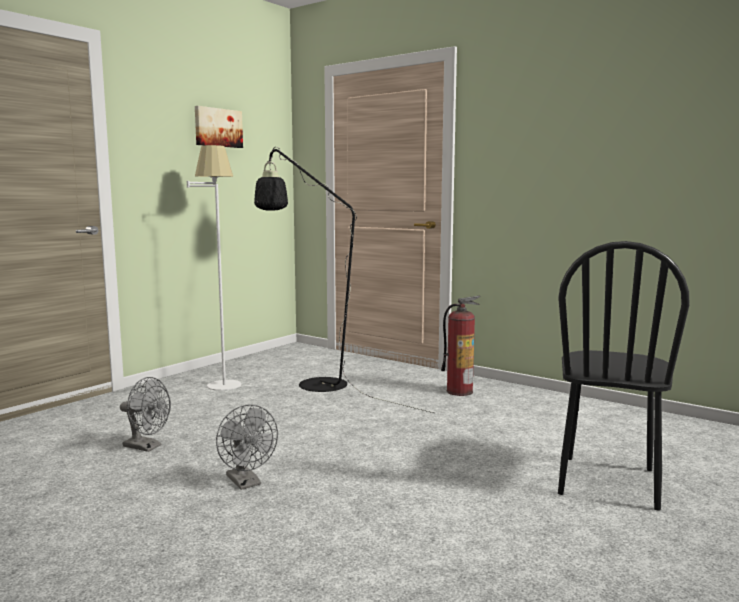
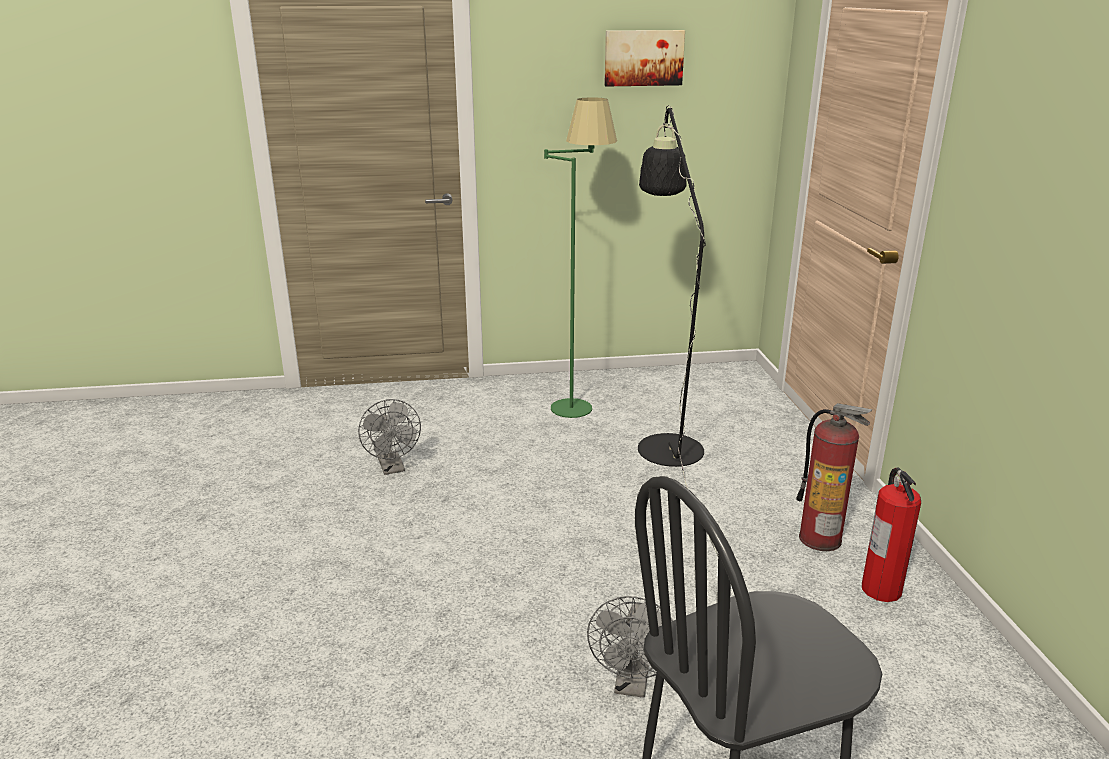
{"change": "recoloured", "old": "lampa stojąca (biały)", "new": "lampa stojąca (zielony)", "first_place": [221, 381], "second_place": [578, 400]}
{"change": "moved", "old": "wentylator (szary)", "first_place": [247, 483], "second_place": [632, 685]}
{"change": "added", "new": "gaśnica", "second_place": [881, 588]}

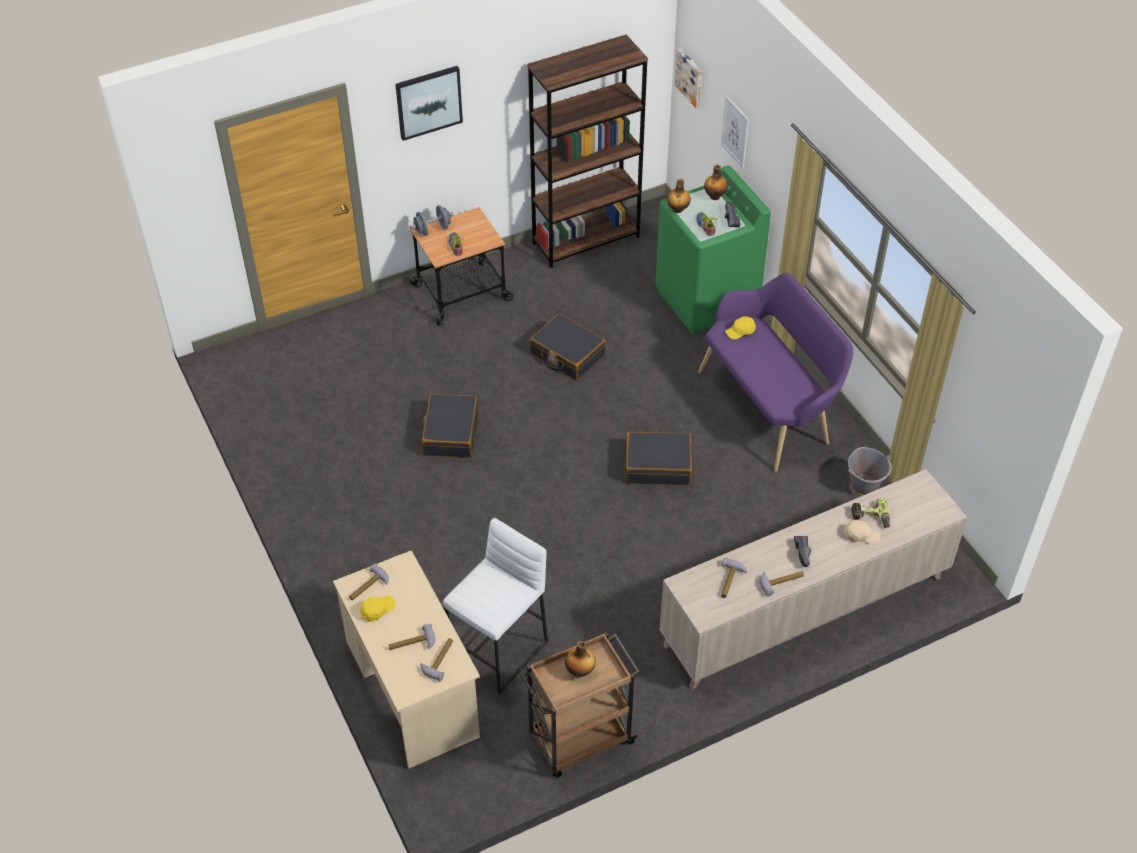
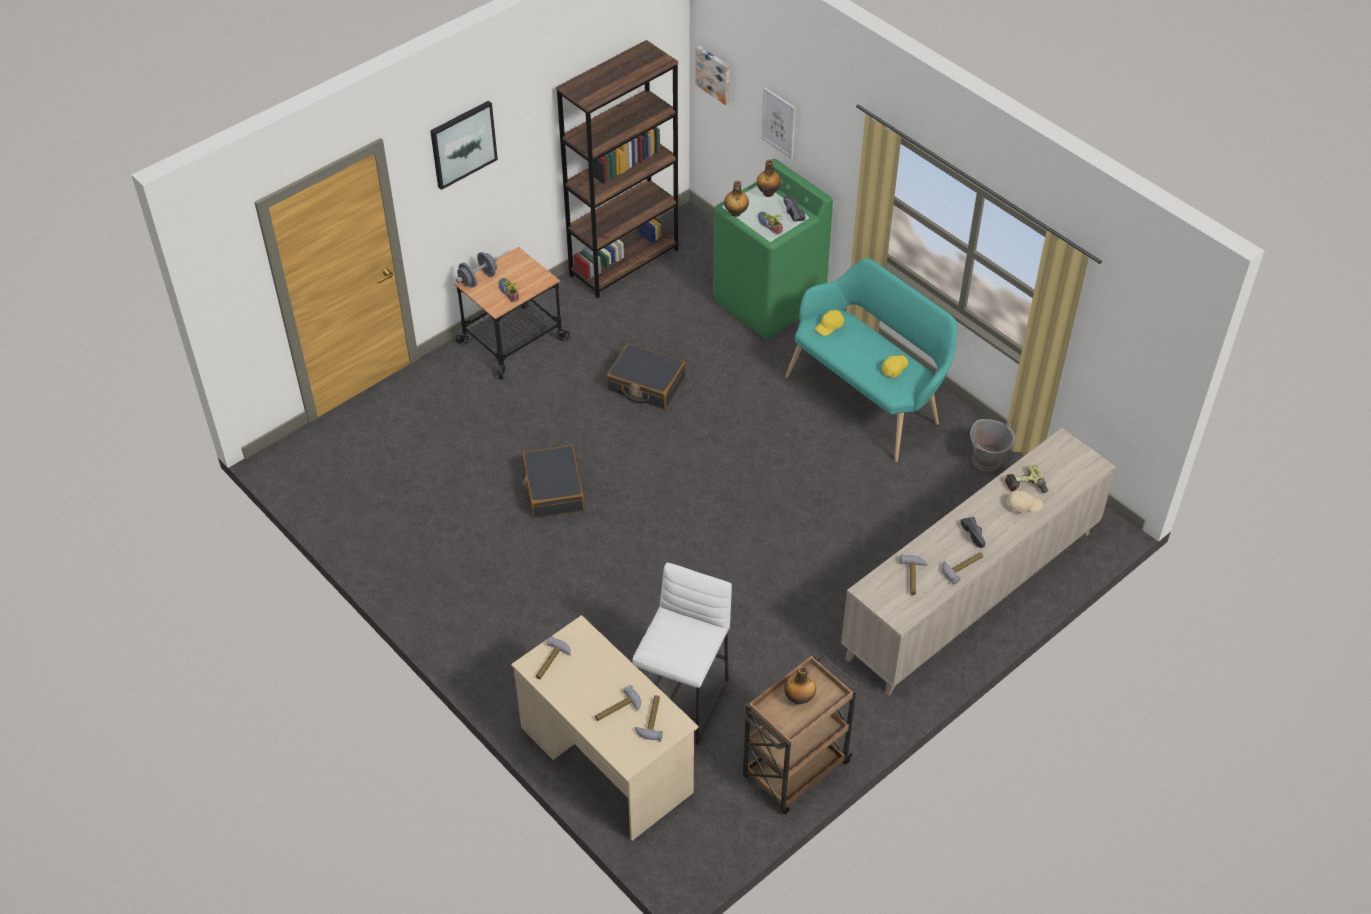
{"change": "recoloured", "old": "ławka (fioletowy)", "new": "ławka (turkusowy)", "first_place": [769, 407], "second_place": [868, 398]}
{"change": "removed", "old": "walizka (czarny)", "first_place": [657, 465]}
{"change": "moved", "old": "czapka z daszkiem (żółty)", "first_place": [377, 610], "second_place": [894, 368]}

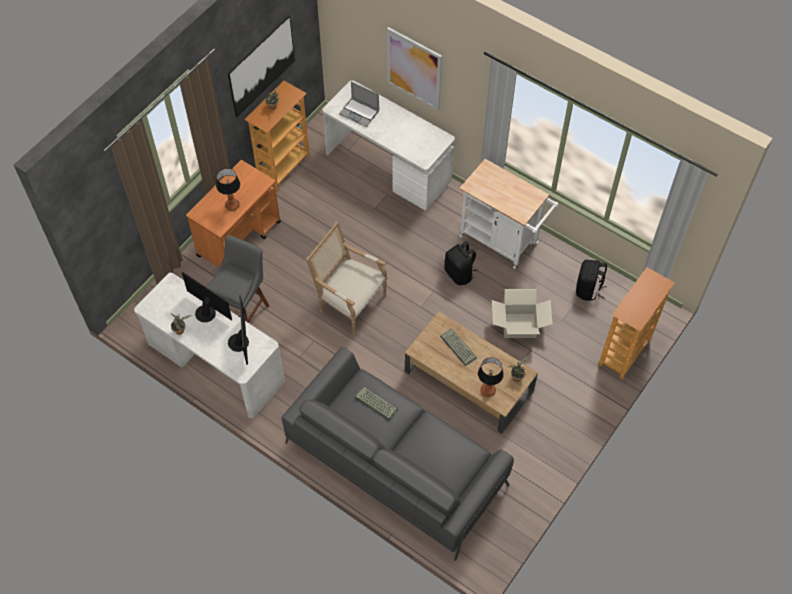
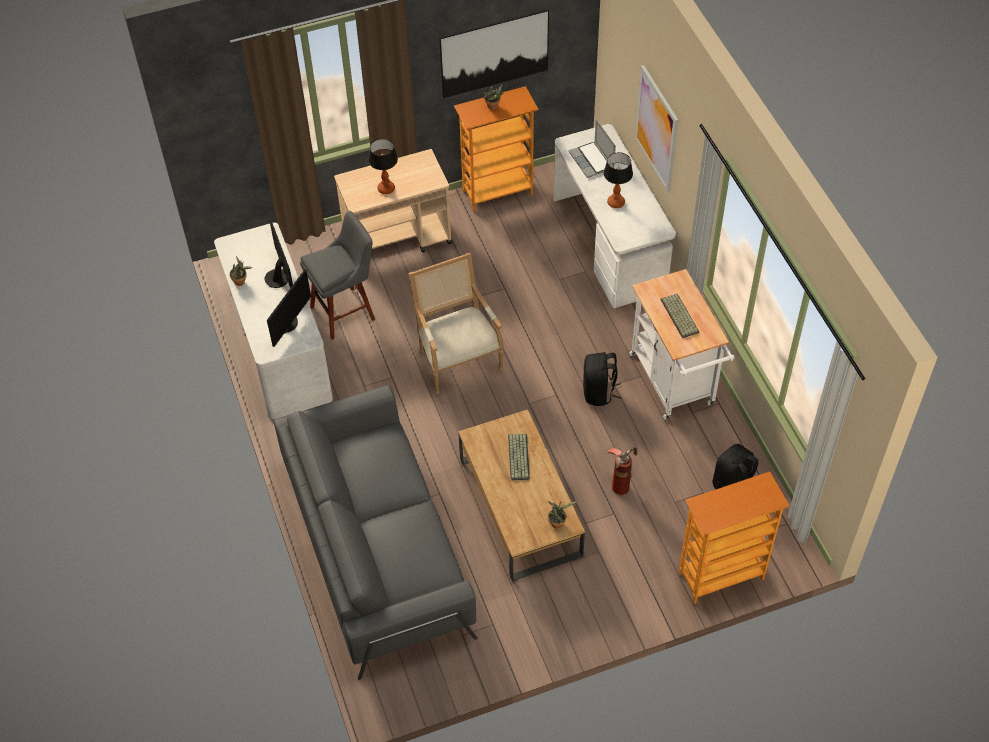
{"change": "recoloured", "old": "wózek (pomarańczowy)", "new": "wózek (beżowy)", "first_place": [239, 238], "second_place": [398, 239]}
{"change": "replaced", "old": "karton", "new": "gaśnica", "first_place": [519, 326], "second_place": [622, 481]}
{"change": "moved", "old": "lampa stołowa", "first_place": [487, 390], "second_place": [615, 202]}
{"change": "moved", "old": "klawiatura", "first_place": [375, 403], "second_place": [678, 316]}

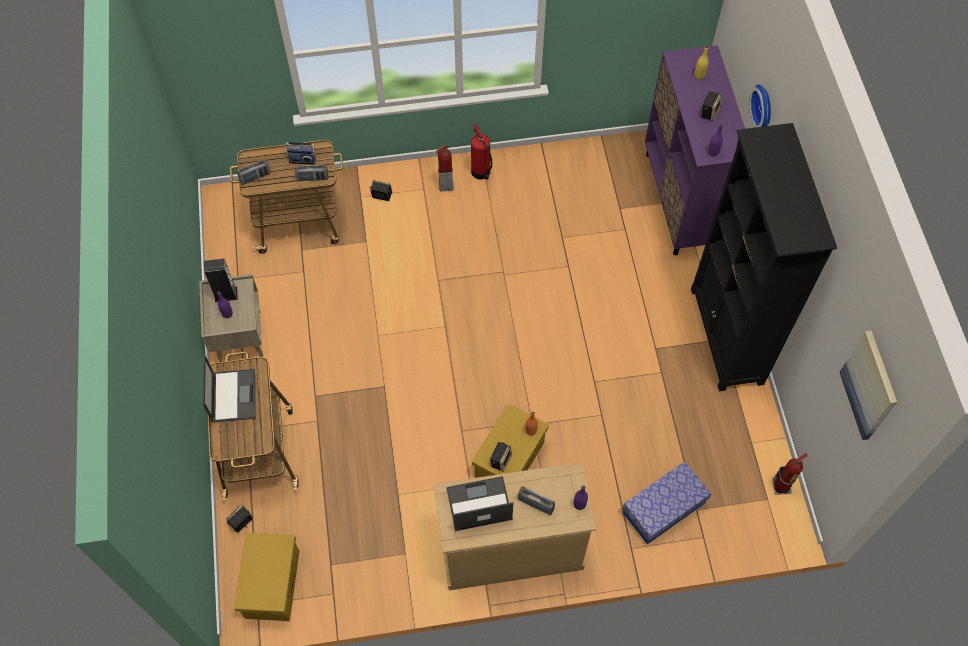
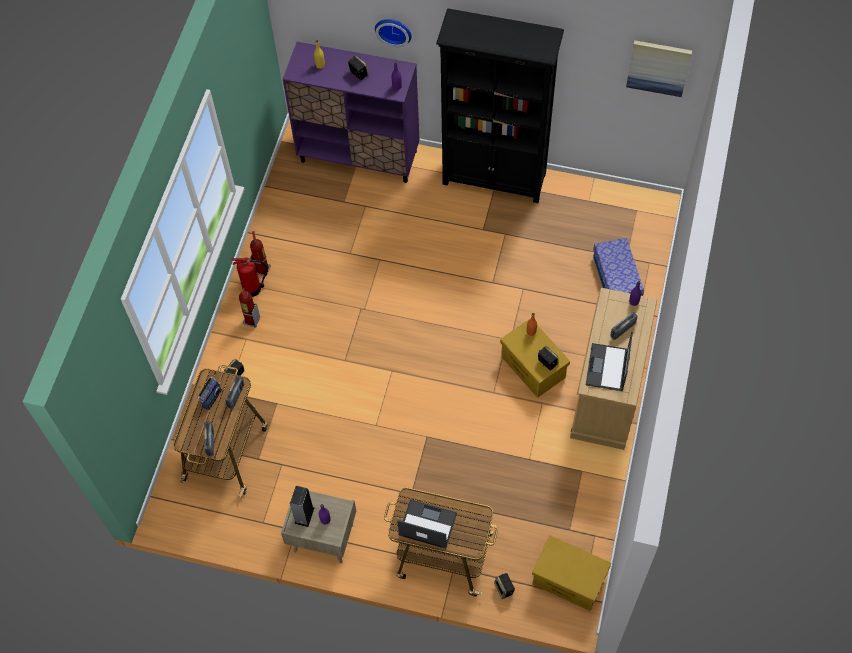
{"change": "moved", "old": "gaśnica", "first_place": [781, 486], "second_place": [262, 269]}

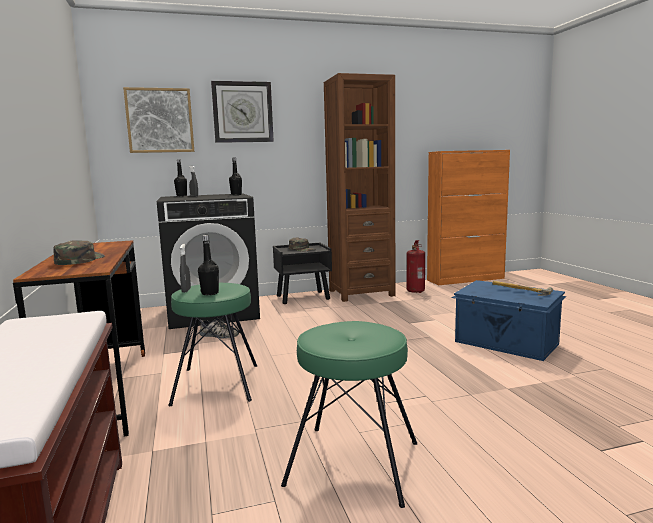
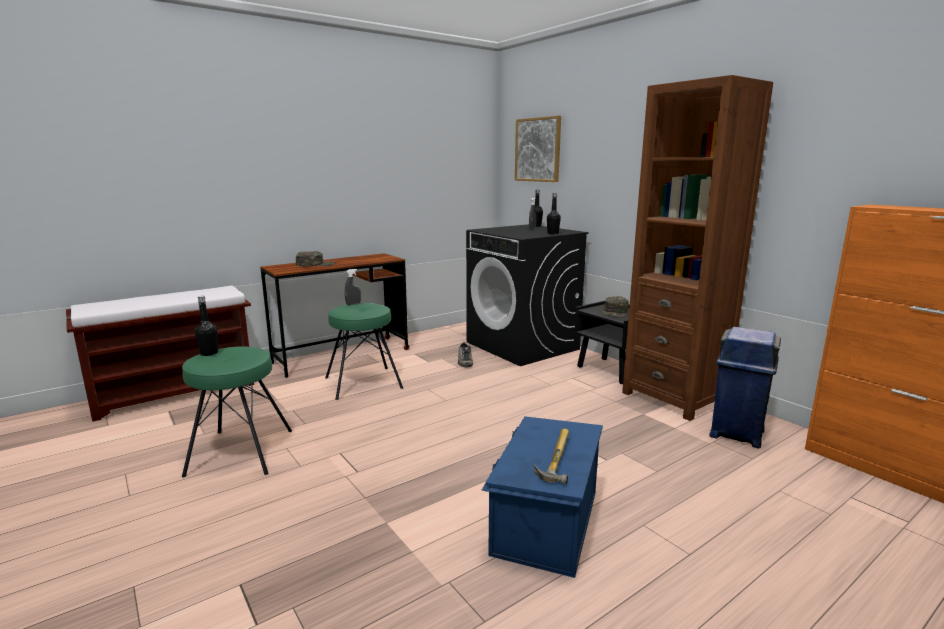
{"change": "removed", "old": "zegar ścienny", "first_place": [242, 112]}
{"change": "moved", "old": "butelka (czarny)", "first_place": [210, 293], "second_place": [209, 353]}
{"change": "replaced", "old": "gaśnica", "new": "kosz na śmieci (niebieski)", "first_place": [415, 291], "second_place": [737, 433]}

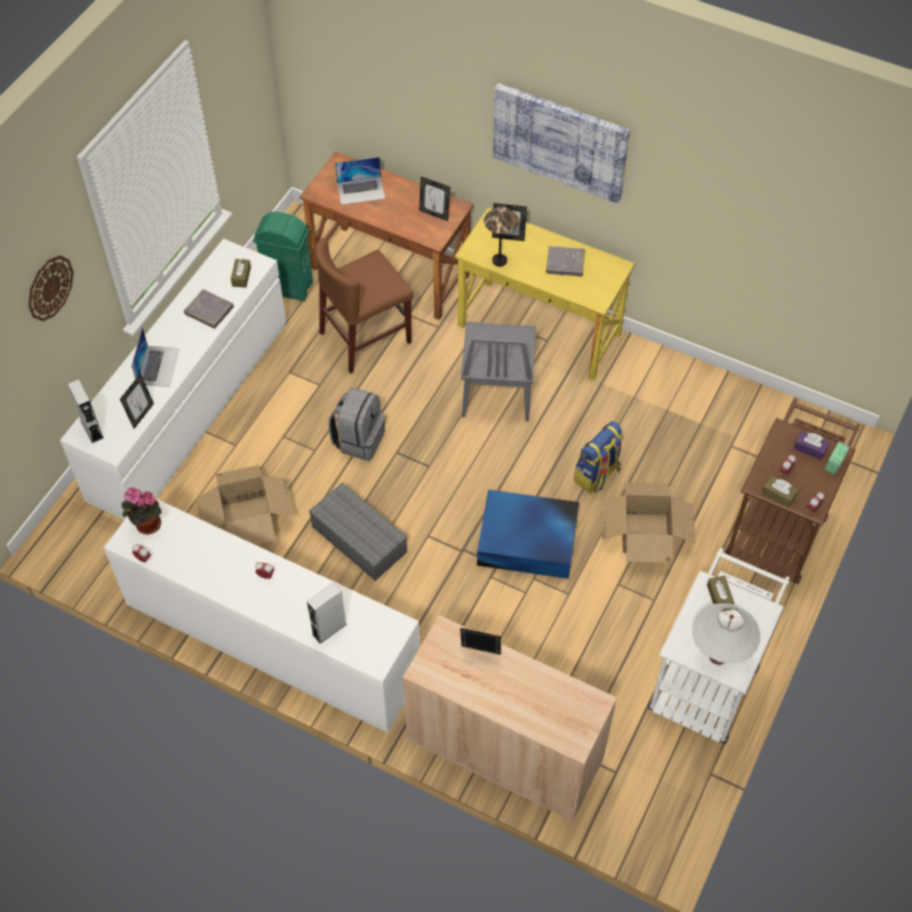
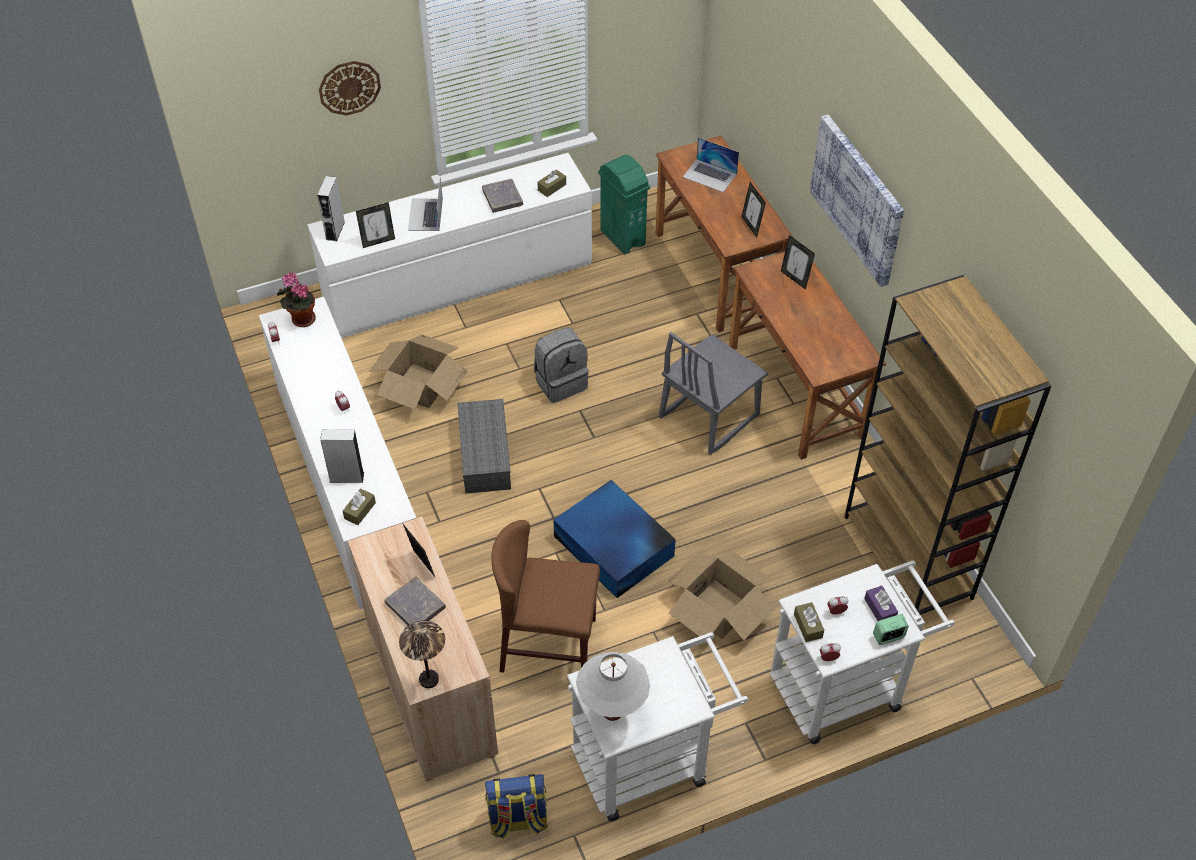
{"change": "moved", "old": "lampa stołowa", "first_place": [500, 261], "second_place": [429, 680]}
{"change": "recoloured", "old": "biurko (żółty)", "new": "biurko (brązowy)", "first_place": [539, 329], "second_place": [796, 391]}
{"change": "moved", "old": "krzesło (brązowy)", "first_place": [365, 337], "second_place": [548, 644]}
{"change": "moved", "old": "książka (szary)", "first_place": [565, 263], "second_place": [415, 606]}
{"change": "turned", "old": "laptop", "first_place": [158, 366], "second_place": [425, 215], "degrees": 135}
{"change": "recoloured", "old": "wózek (brązowy)", "new": "wózek (biały)", "first_place": [779, 527], "second_place": [845, 687]}
{"change": "moved", "old": "plecak", "first_place": [597, 475], "second_place": [517, 820]}
{"change": "moved", "old": "pudełko chusteczek (brązowy)", "first_place": [719, 597], "second_place": [360, 510]}
{"change": "added", "new": "regał (brązowy)", "second_place": [908, 557]}

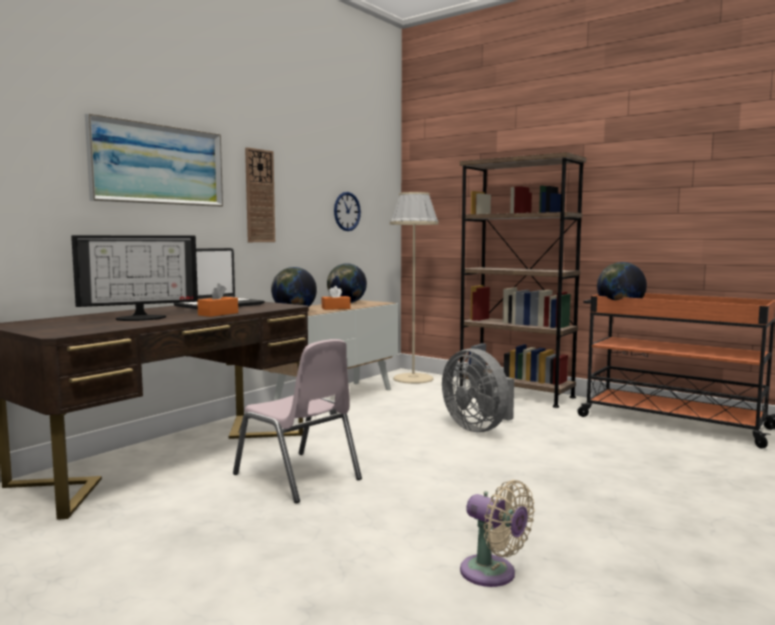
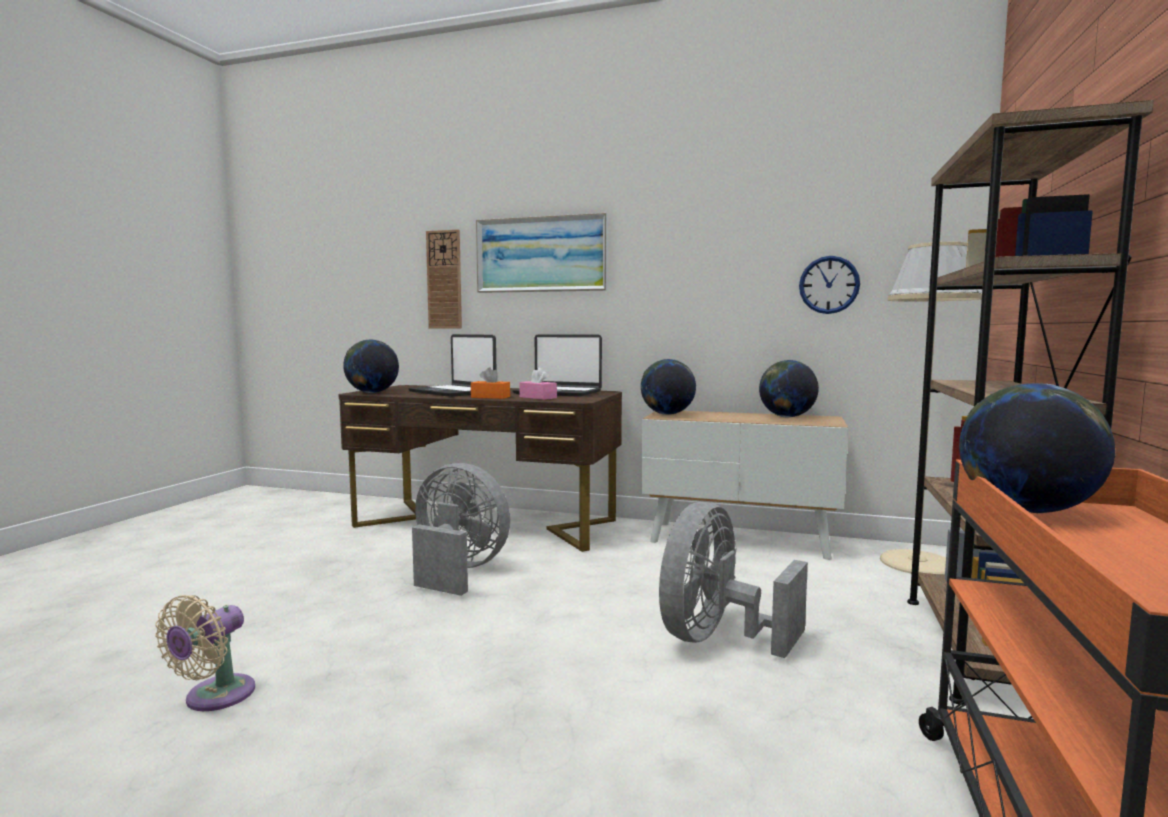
{"change": "moved", "old": "zegar ścienny", "first_place": [259, 196], "second_place": [444, 280]}
{"change": "replaced", "old": "monitor", "new": "laptop", "first_place": [141, 317], "second_place": [453, 392]}
{"change": "removed", "old": "pudełko chusteczek (pomarańczowy)", "first_place": [336, 308]}
{"change": "replaced", "old": "krzesło (różowy)", "new": "wentylator (szary)", "first_place": [298, 477], "second_place": [457, 571]}
{"change": "added", "new": "globus", "second_place": [372, 393]}
{"change": "added", "new": "pudełko chusteczek (różowy)", "second_place": [538, 397]}

